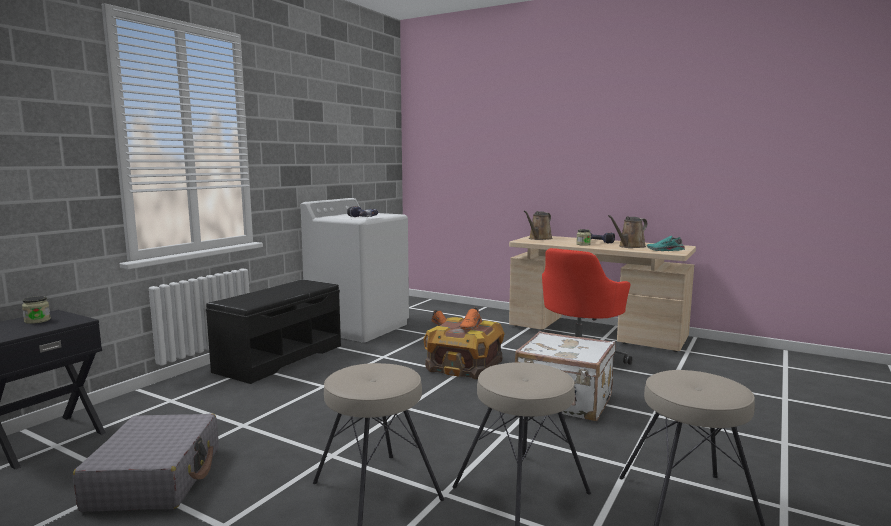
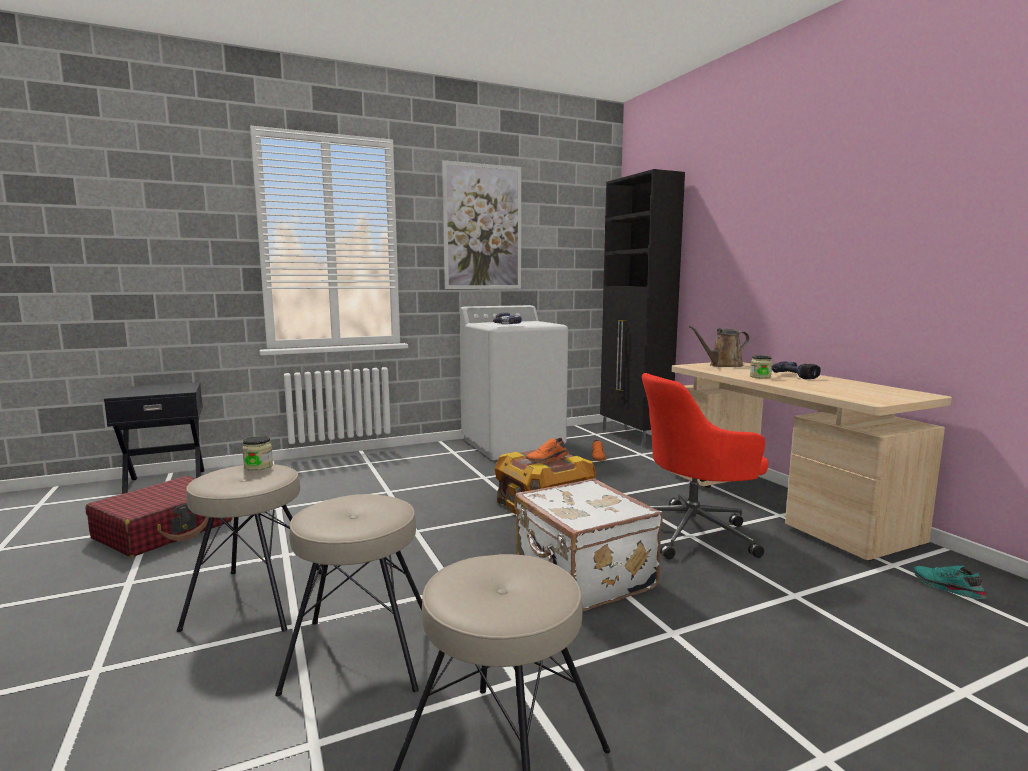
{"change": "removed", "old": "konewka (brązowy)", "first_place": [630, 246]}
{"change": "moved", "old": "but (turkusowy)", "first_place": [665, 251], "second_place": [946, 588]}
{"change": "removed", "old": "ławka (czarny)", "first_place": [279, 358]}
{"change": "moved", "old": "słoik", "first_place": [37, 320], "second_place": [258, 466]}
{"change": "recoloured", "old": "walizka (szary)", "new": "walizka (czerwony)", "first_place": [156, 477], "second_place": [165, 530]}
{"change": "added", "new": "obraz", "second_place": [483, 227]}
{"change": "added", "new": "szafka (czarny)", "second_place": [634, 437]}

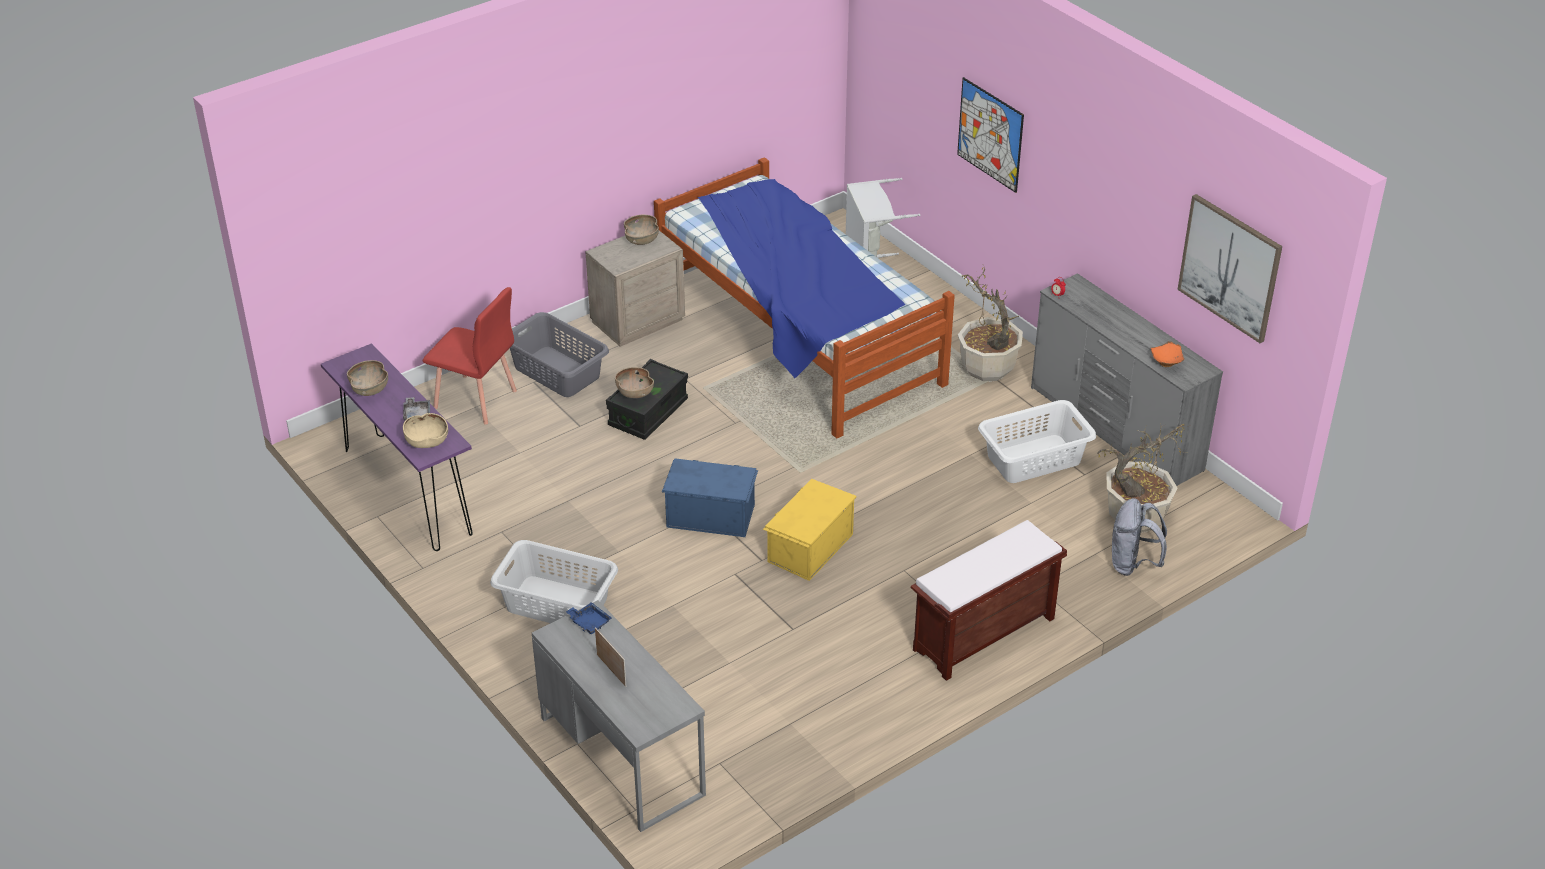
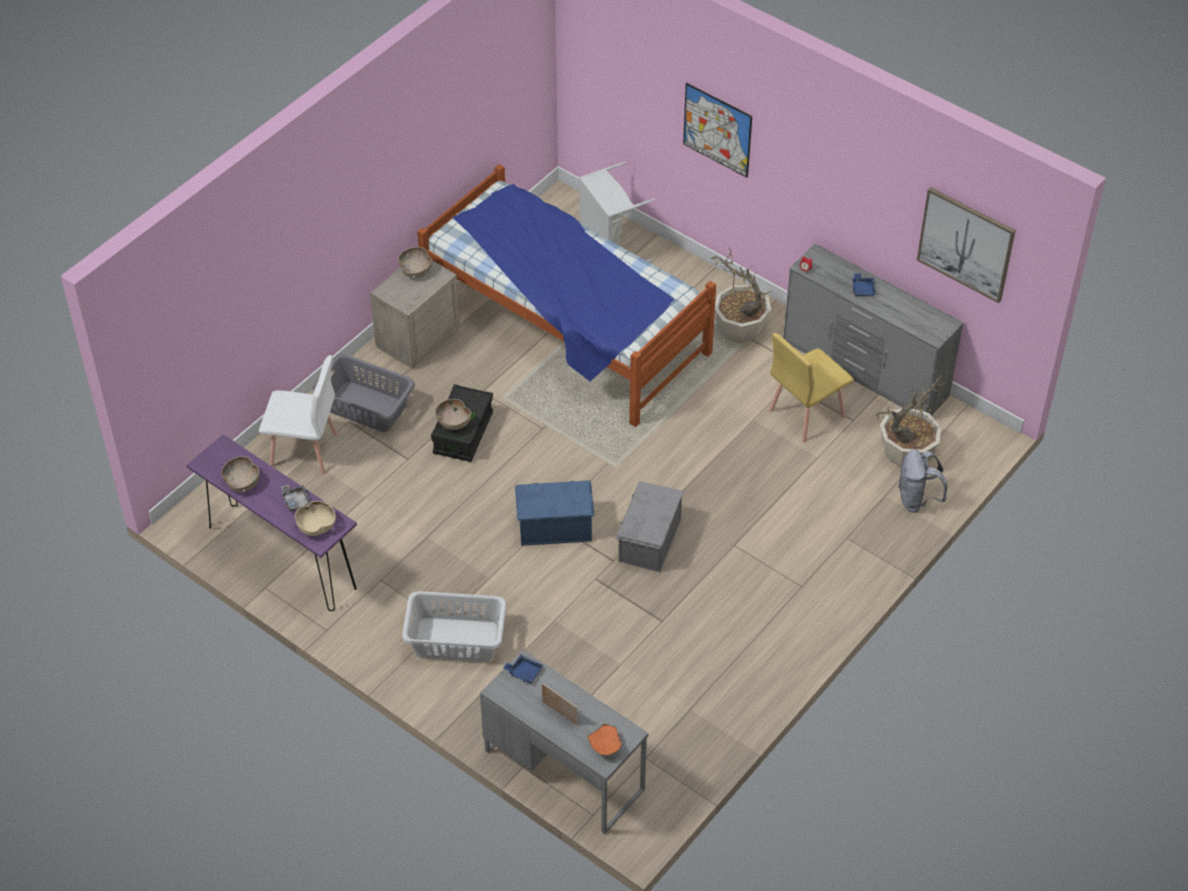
{"change": "recoloured", "old": "krzesło (czerwony)", "new": "krzesło (biały)", "first_place": [475, 400], "second_place": [304, 450]}
{"change": "moved", "old": "miska (pomarańczowy)", "first_place": [1167, 363], "second_place": [606, 746]}
{"change": "replaced", "old": "kosz na pranie (biały)", "new": "krzesło (żółty)", "first_place": [1033, 459], "second_place": [806, 413]}
{"change": "recoloured", "old": "pojemnik do przechowywania (żółty)", "new": "pojemnik do przechowywania (szary)", "first_place": [809, 547], "second_place": [648, 540]}
{"change": "removed", "old": "ławka (brązowy)", "first_place": [983, 635]}
{"change": "added", "new": "taca (niebieski)", "second_place": [863, 289]}

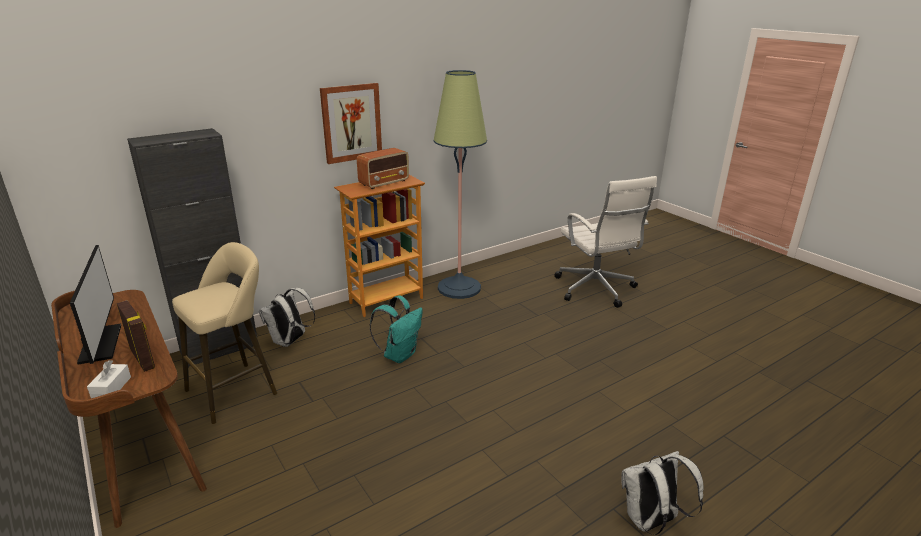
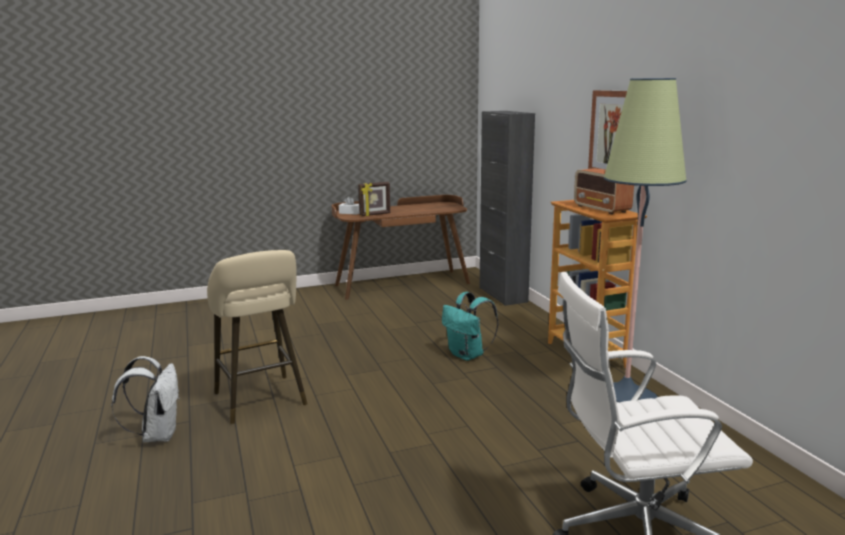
{"change": "moved", "old": "stołek (beżowy)", "first_place": [236, 389], "second_place": [262, 401]}
{"change": "removed", "old": "monitor", "first_place": [100, 344]}
{"change": "removed", "old": "plecak (biały)", "first_place": [290, 341]}

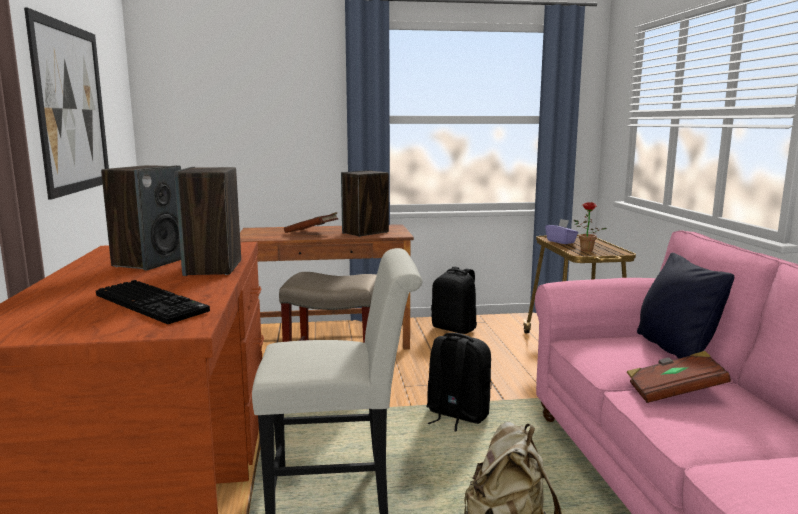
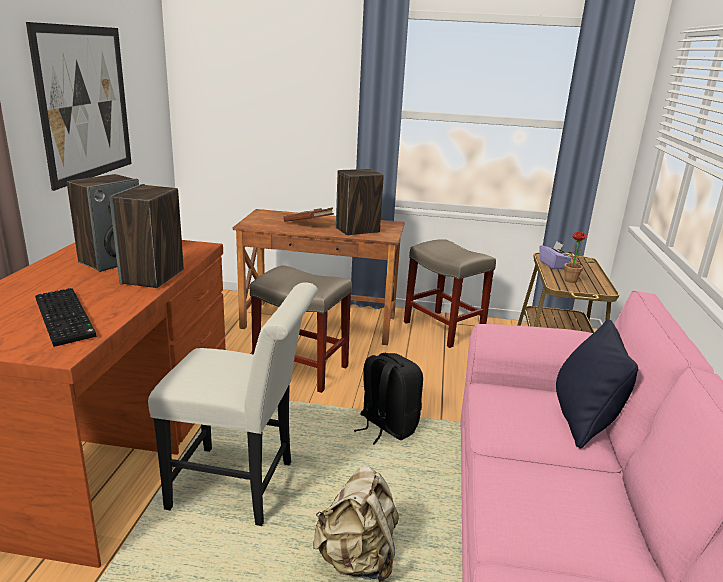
{"change": "replaced", "old": "plecak (czarny)", "new": "stołek (beżowy)", "first_place": [455, 329], "second_place": [444, 329]}
{"change": "removed", "old": "książka (brązowy)", "first_place": [673, 393]}

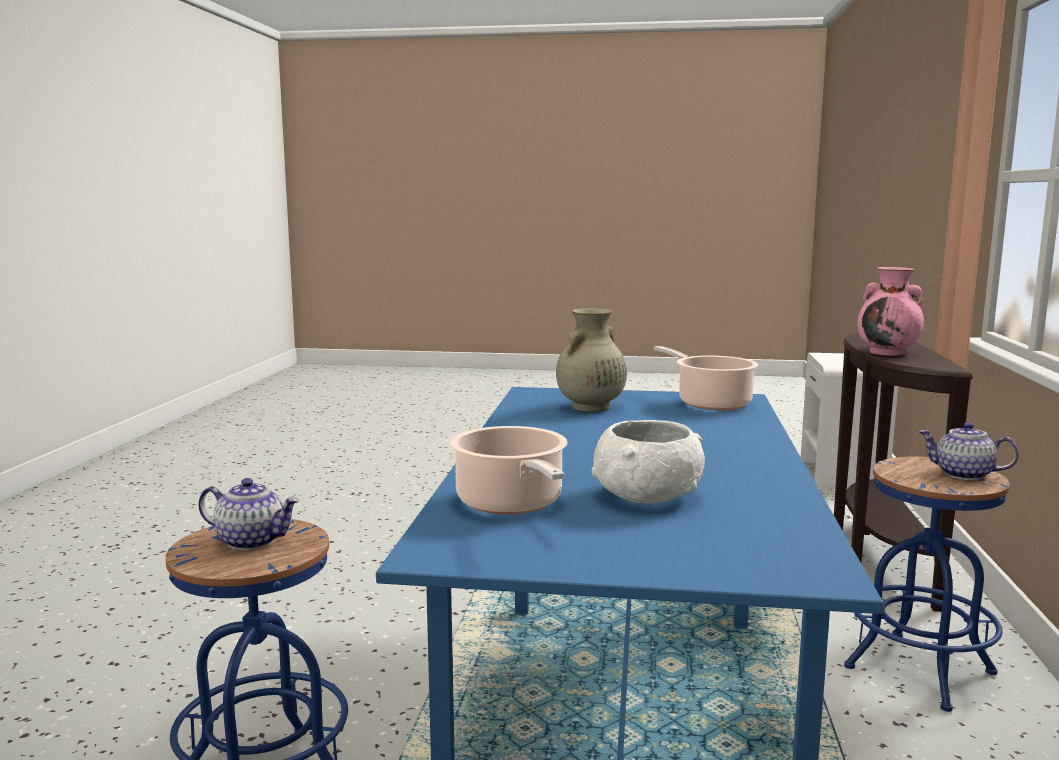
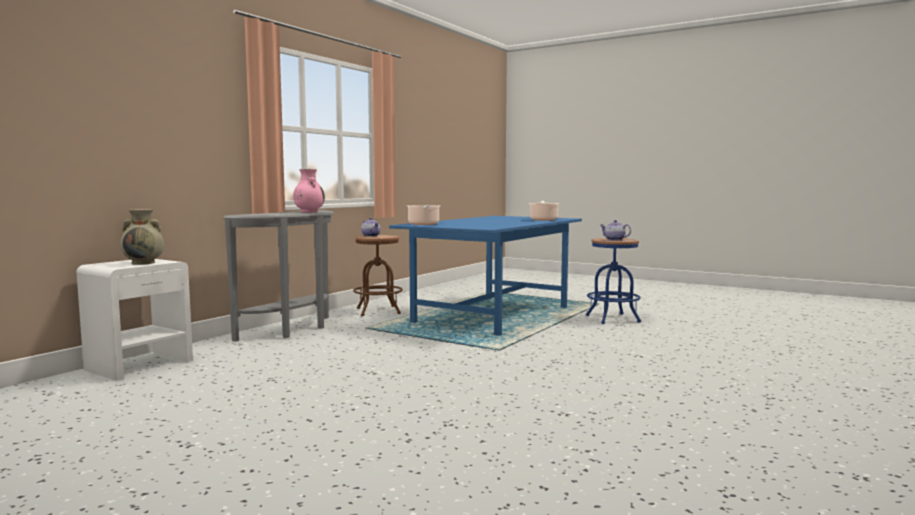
{"change": "moved", "old": "wazon (beżowy)", "first_place": [590, 407], "second_place": [144, 263]}
{"change": "recoloured", "old": "stolik konsolowy (brązowy)", "new": "stolik konsolowy (szary)", "first_place": [876, 558], "second_place": [293, 330]}
{"change": "removed", "old": "miska (biały)", "first_place": [647, 495]}
{"change": "recoloured", "old": "stołek (niebieski)", "new": "stołek (brązowy)", "first_place": [919, 670], "second_place": [378, 311]}

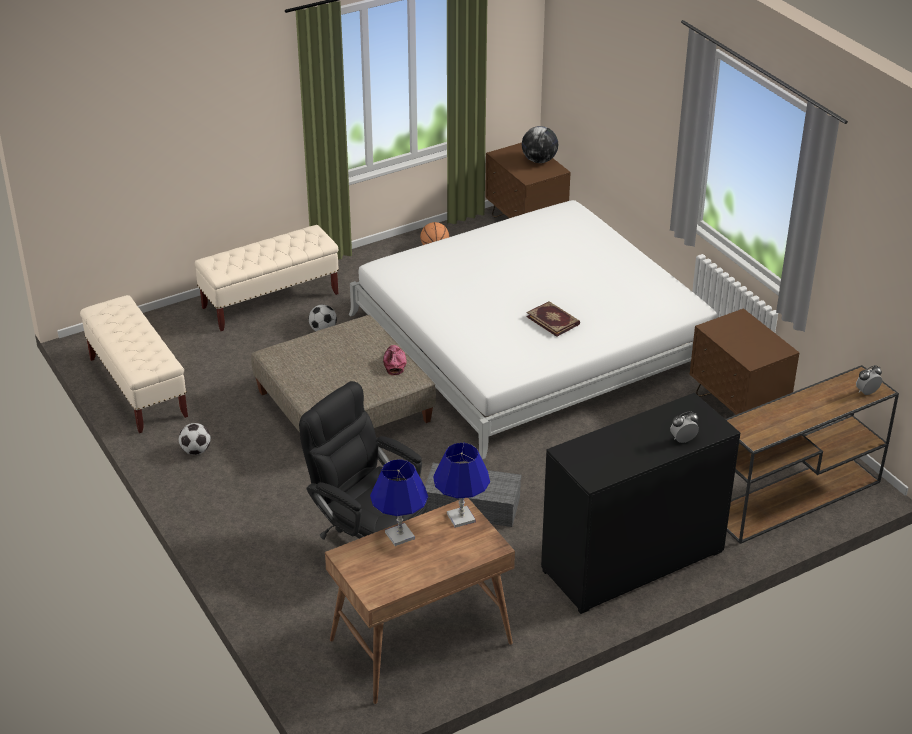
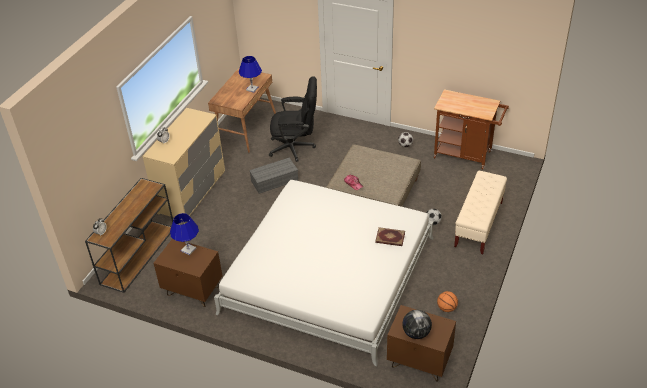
{"change": "replaced", "old": "ławka (beżowy)", "new": "wózek (brązowy)", "first_place": [137, 387], "second_place": [466, 155]}
{"change": "moved", "old": "książka", "first_place": [553, 320], "second_place": [390, 238]}
{"change": "recoloured", "old": "komoda (czarny)", "new": "komoda (beżowy)", "first_place": [632, 561], "second_place": [191, 192]}
{"change": "moved", "old": "lampa stołowa (niebieski)", "first_place": [461, 518], "second_place": [188, 249]}

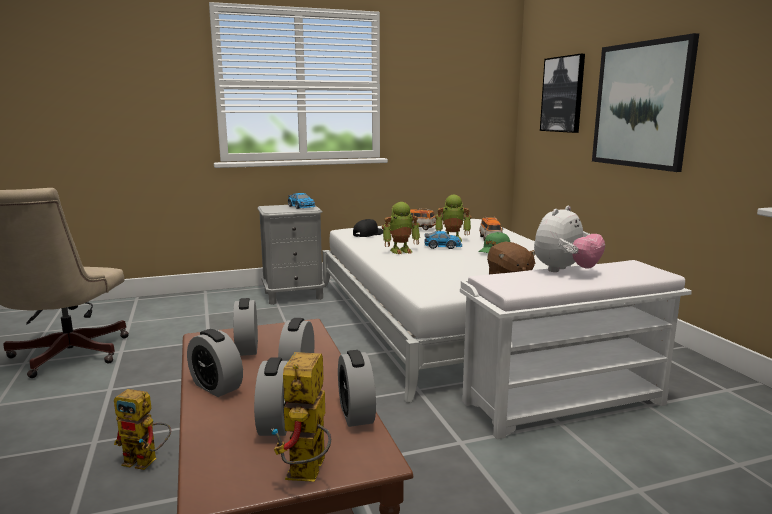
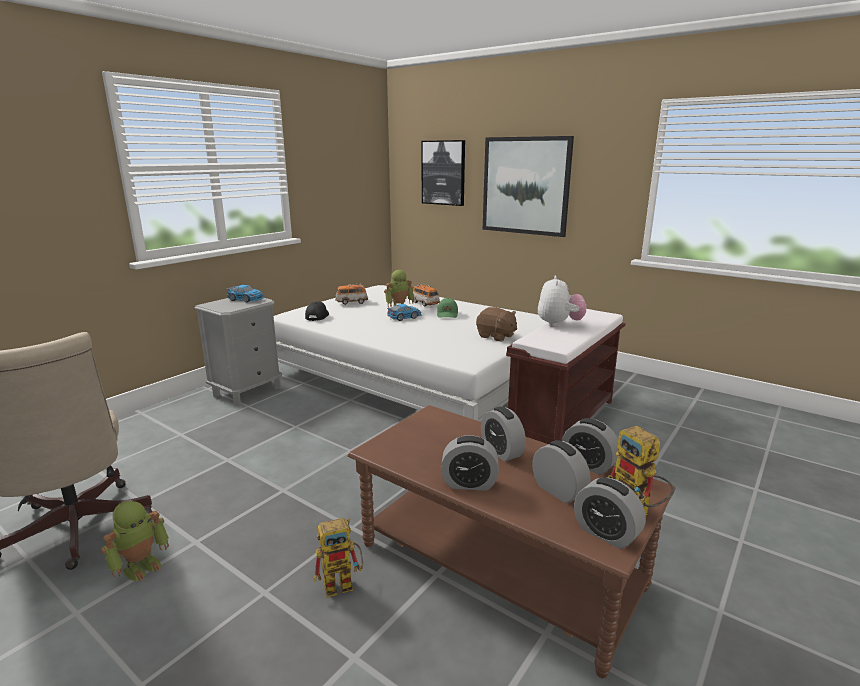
{"change": "moved", "old": "robot zabawkowy", "first_place": [401, 250], "second_place": [141, 566]}
{"change": "recoloured", "old": "ławka (biały)", "new": "ławka (brązowy)", "first_place": [565, 402], "second_place": [562, 419]}
{"change": "moved", "old": "budzik", "first_place": [247, 348], "second_place": [606, 533]}

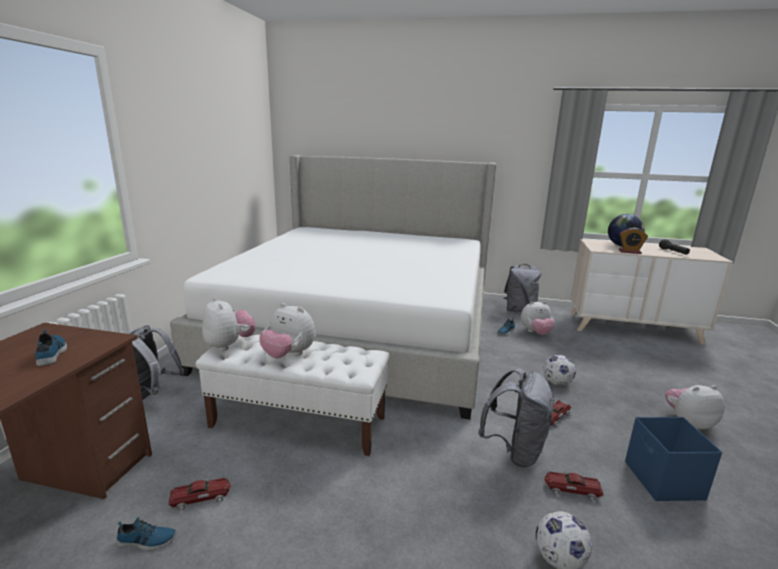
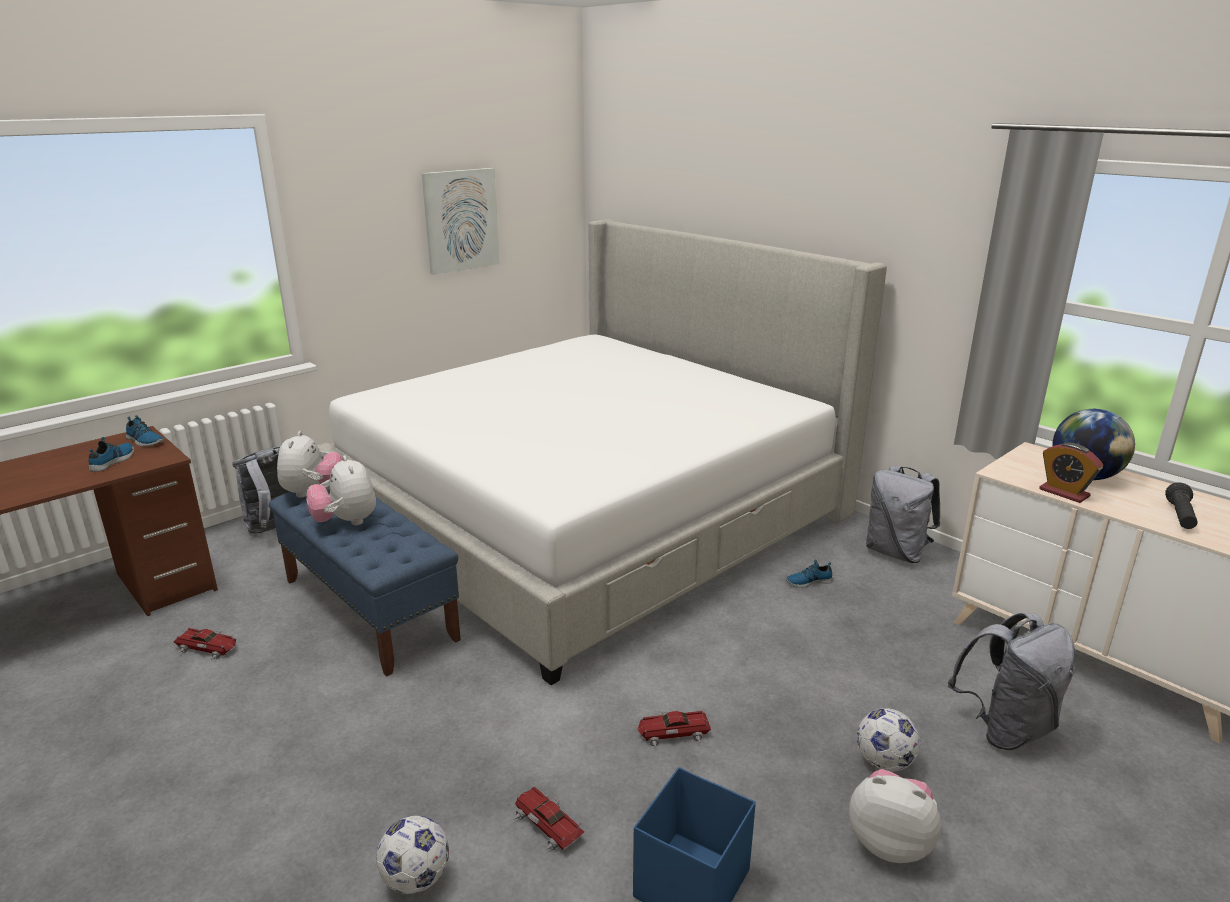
{"change": "removed", "old": "pluszak", "first_place": [535, 333]}
{"change": "recoloured", "old": "ławka (biały)", "new": "ławka (niebieski)", "first_place": [299, 422], "second_place": [370, 609]}
{"change": "moved", "old": "piłka futbolowa", "first_place": [557, 383], "second_place": [884, 762]}
{"change": "moved", "old": "plecak (szary)", "first_place": [514, 451], "second_place": [1005, 728]}
{"change": "moved", "old": "but", "first_place": [146, 541], "second_place": [144, 441]}
{"change": "added", "new": "obraz", "second_place": [461, 220]}

